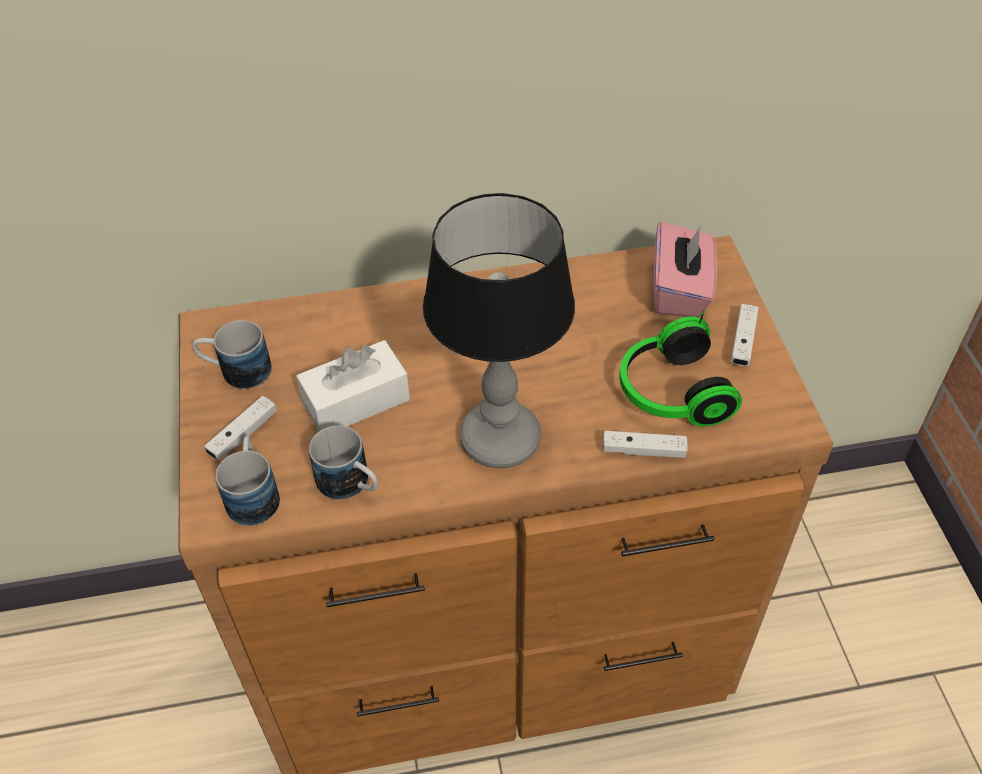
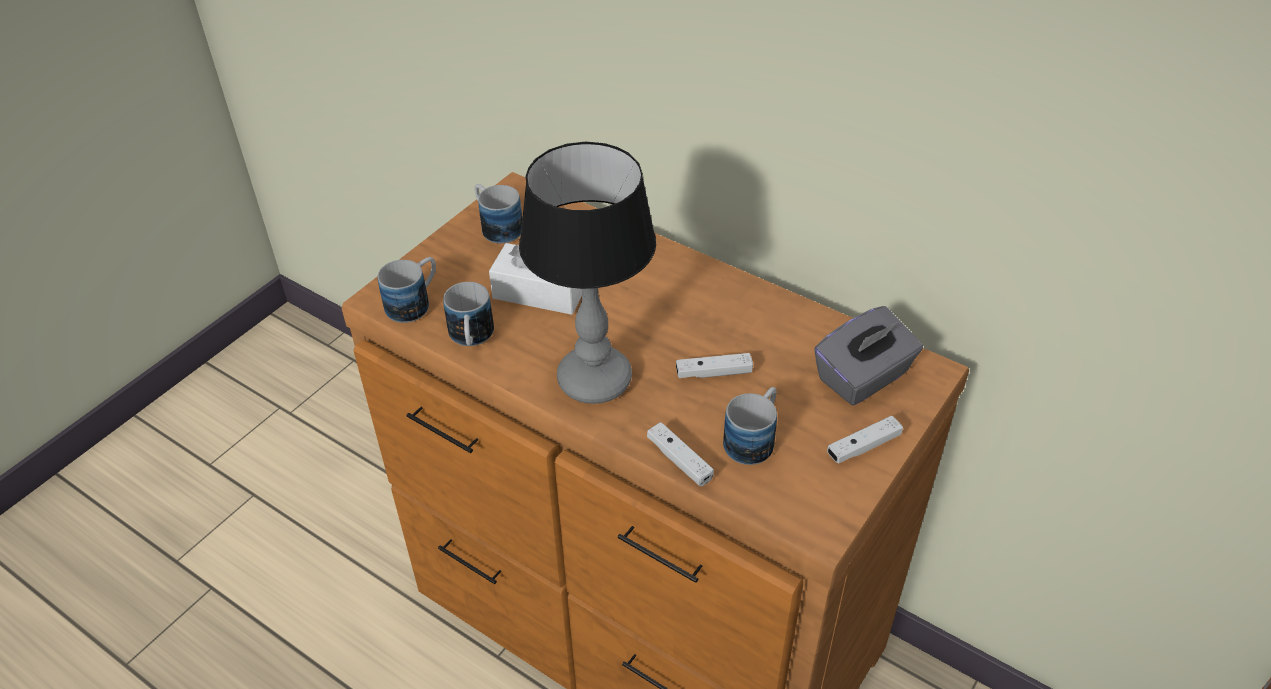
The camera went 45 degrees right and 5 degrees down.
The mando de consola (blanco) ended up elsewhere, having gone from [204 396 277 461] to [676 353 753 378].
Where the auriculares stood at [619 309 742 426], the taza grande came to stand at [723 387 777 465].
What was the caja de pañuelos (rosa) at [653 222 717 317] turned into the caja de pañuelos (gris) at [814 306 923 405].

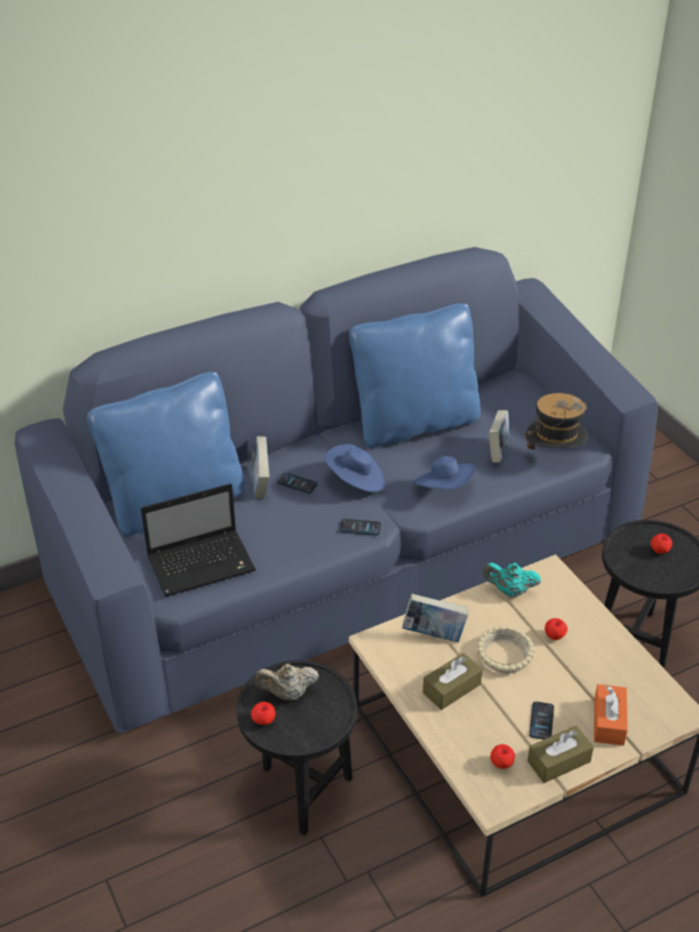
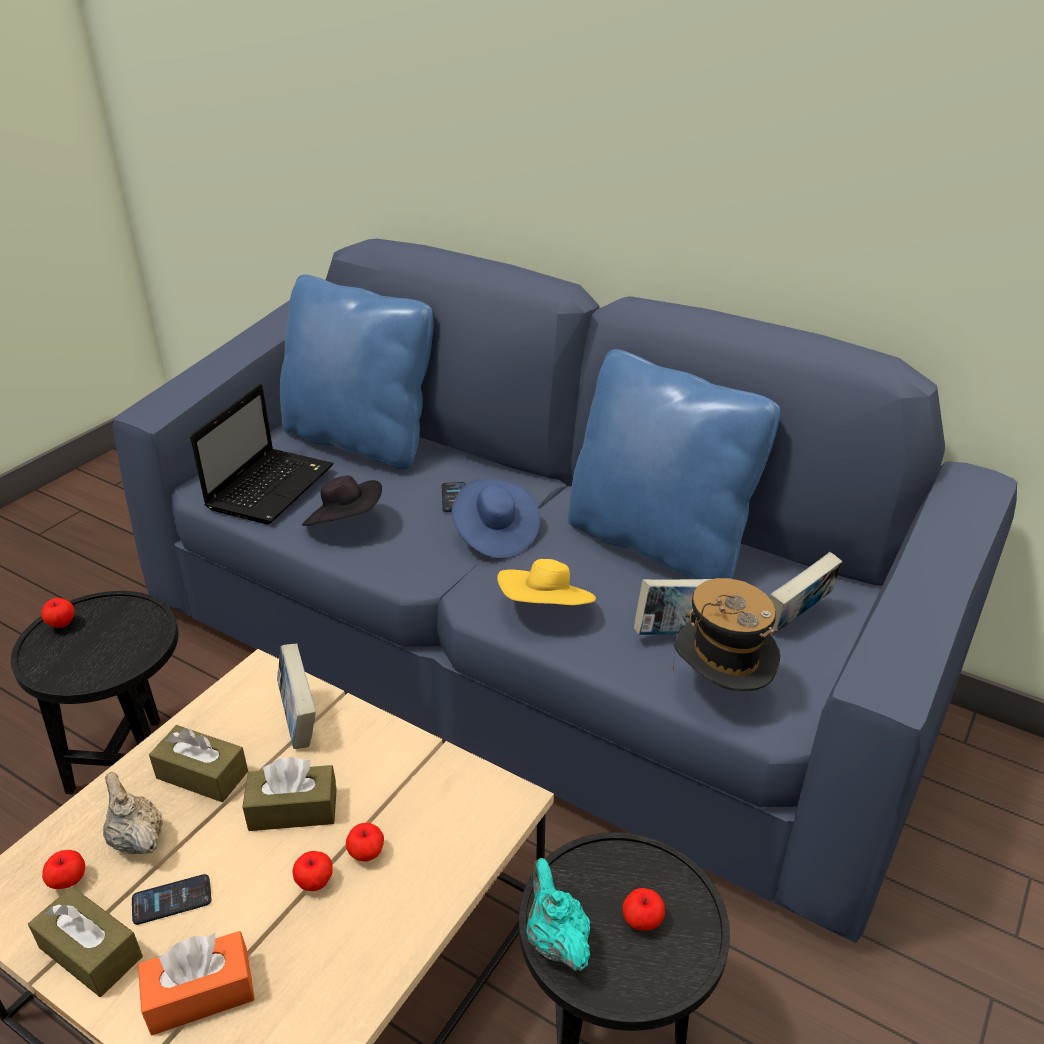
The camera went 60 degrees right and 5 degrees down.
The second view lost the móvil at [340 519 381 536].
The second view gained the manzana at [292 851 333 891].
The second view gained the sombrero (negro) at [302 476 382 526].
The libro ended up elsewhere, having gone from [252 436 270 499] to [770 552 843 634].
The tetera (beis) ended up elsewhere, having gone from [255 664 319 700] to [103 772 163 854].
The tetera (turquesa) ended up elsewhere, having gone from [483 563 541 597] to [526 858 590 971].
Where the cuenco (beis) stood at [477 627 535 673], the caja de pañuelos (marrón) came to stand at [242 757 337 831].
What was the sombrero (azul) at [413 456 476 489] turned into the sombrero (amarillo) at [497 559 596 605].
The portátil at [141 483 256 597] ended up facing another way, 105 degrees counterclockwise from before.

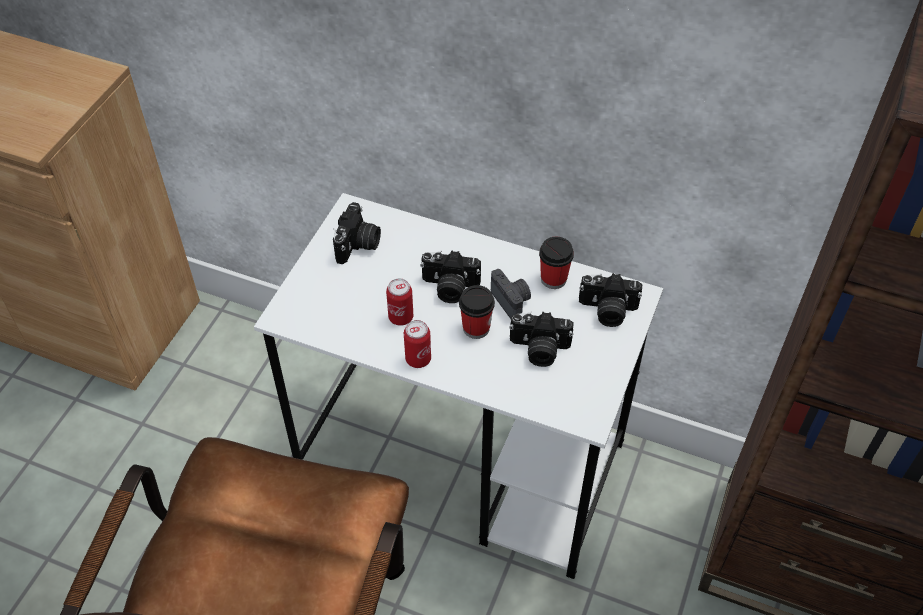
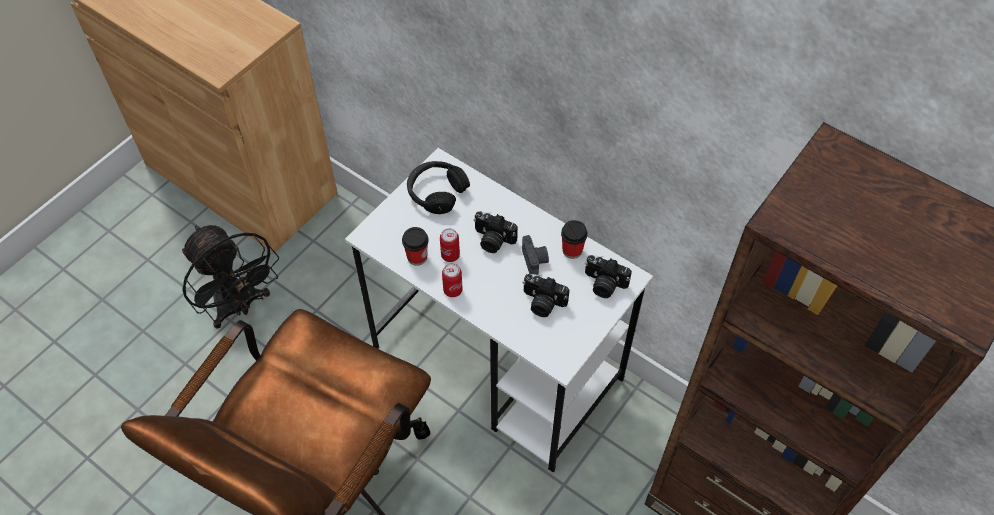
The camera went 15 degrees right and 5 degrees up.
The second view gained the ventilador (negro) at [182 225 279 329].
The taza ended up elsewhere, having gone from [459 285 495 339] to [402 227 429 266].
Where the cámara stood at [333 202 381 264], the auriculares (negro) came to stand at [407 161 470 214].

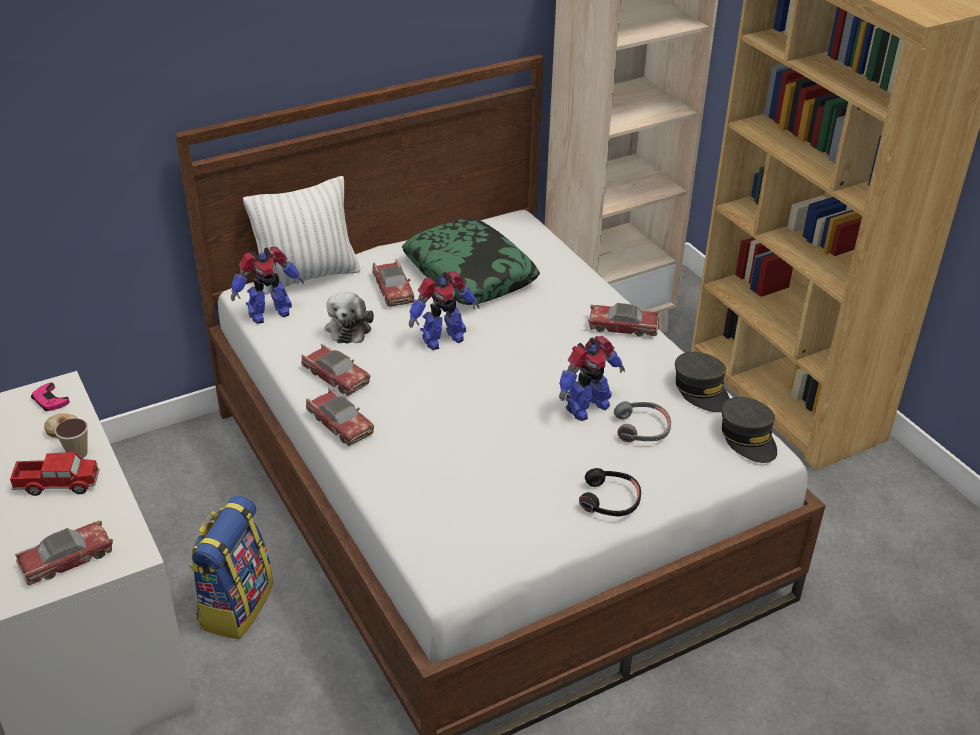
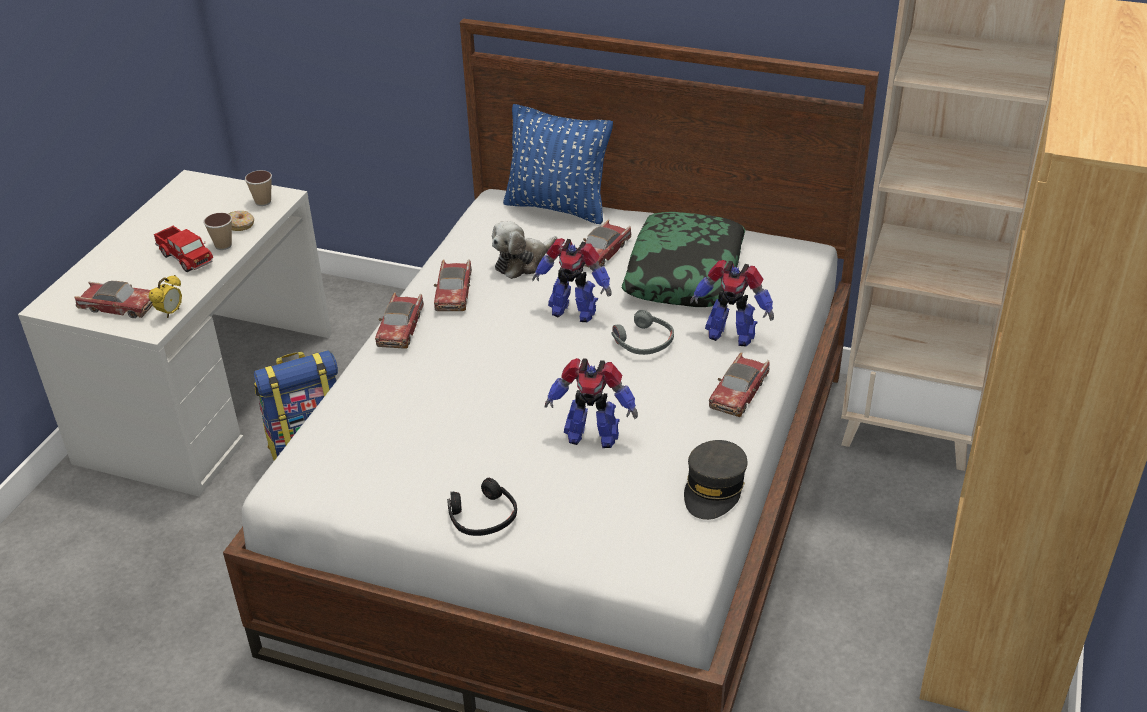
The camera went 50 degrees right and 0 degrees up.
The second view lost the gorra (gris) at [721 397 777 463].
The second view gained the despertador at [149 275 182 318].
The robot de juguete ended up elsewhere, having gone from [231 247 304 324] to [690 260 774 346].
The auriculares (gris) ended up elsewhere, having gone from [614 401 671 442] to [611 310 674 355].
Where the mando de consola (rosa) stood at [31 382 70 411], the taza came to stand at [245 170 272 206].
What was the cojín (blanco) at [243 176 361 295] turned into the cojín (azul) at [503 104 613 224].
The coche de juguete at [588 303 659 337] ended up facing another way, 120 degrees counterclockwise from before.

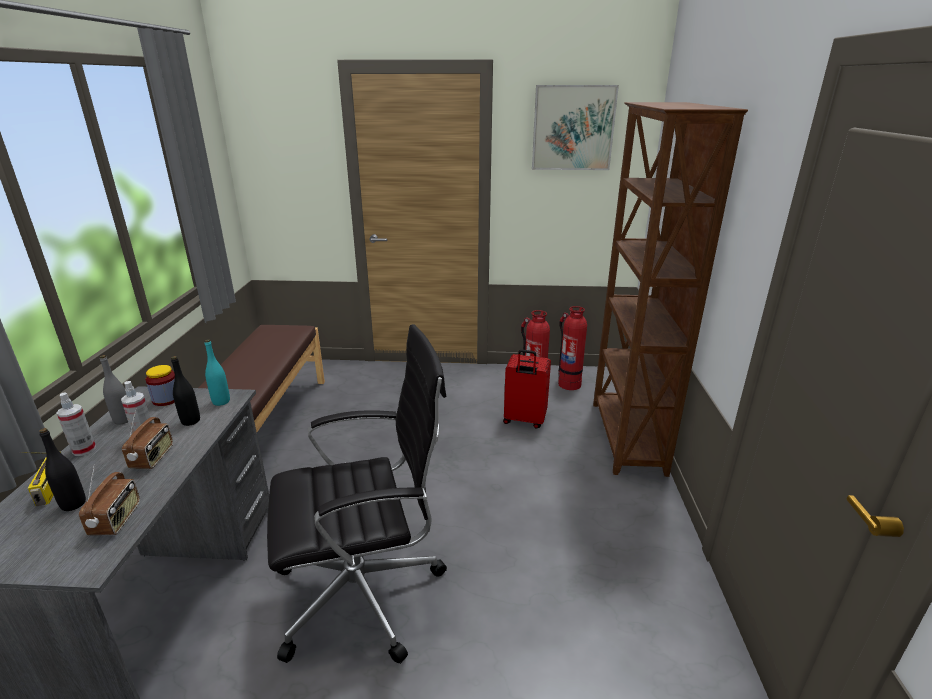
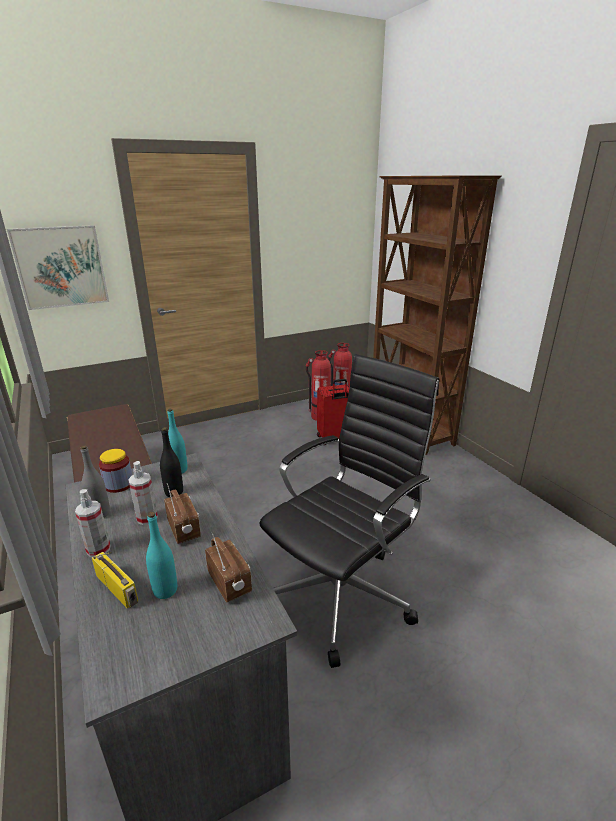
The camera went 30 degrees left and 0 degrees up.
The cuadro ended up elsewhere, having gone from [532 85 619 170] to [7 225 109 310].
What was the botella (negro) at [39 428 86 511] turned into the botella (turquesa) at [146 512 177 599].

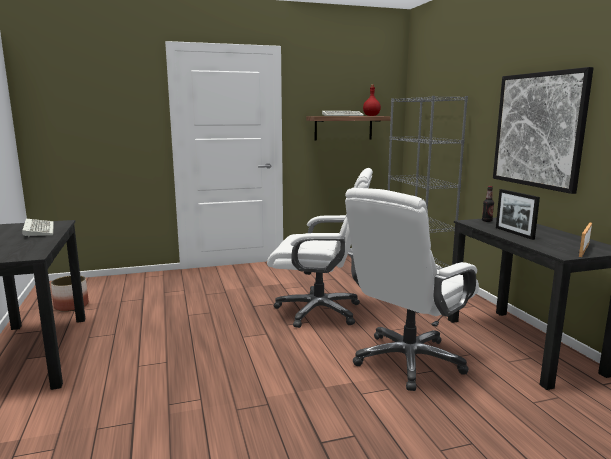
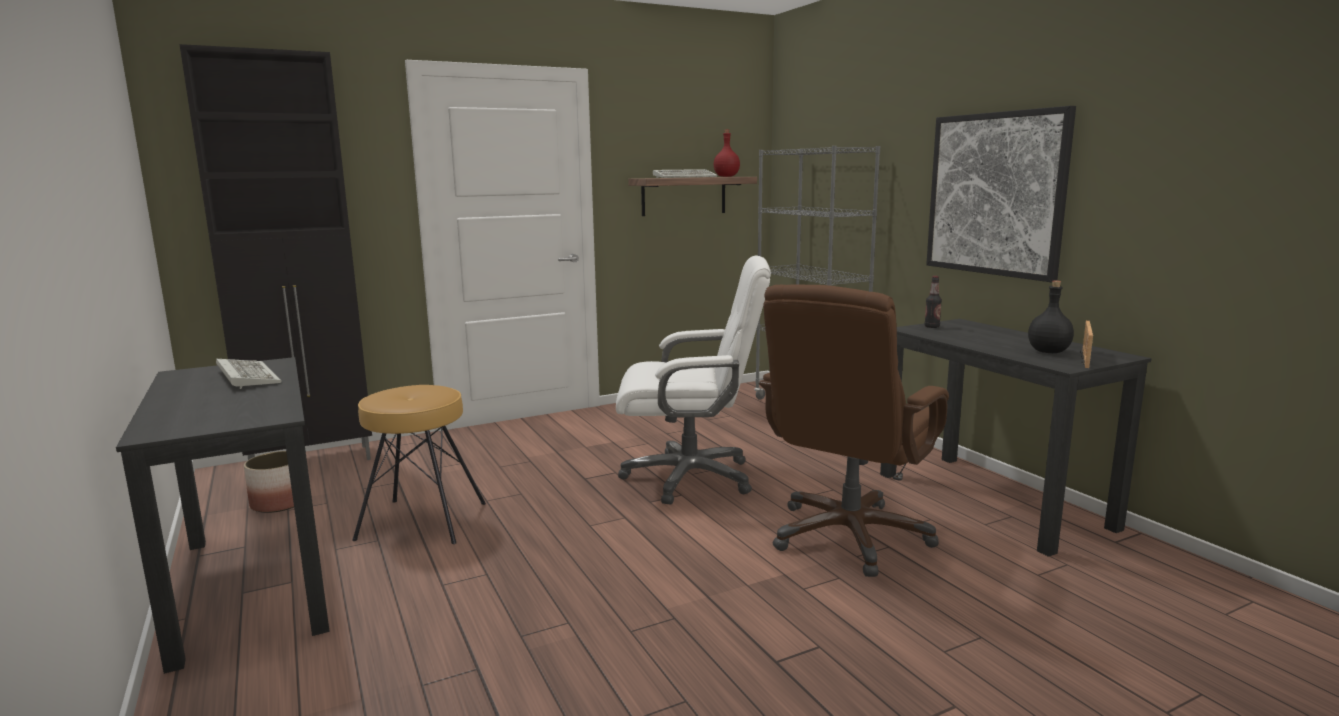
The camera went 10 degrees left and 0 degrees up.
The second view lost the portarretratos at [496 189 540 240].
The second view gained the armario (negro) at [179 44 372 460].
The second view gained the taburete (marrón) at [352 385 486 544].
The second view gained the botella (negro) at [1028 281 1074 353].
What was the silla de oficina (blanco) at [345 188 479 391] turned into the silla de oficina (marrón) at [759 285 949 577].

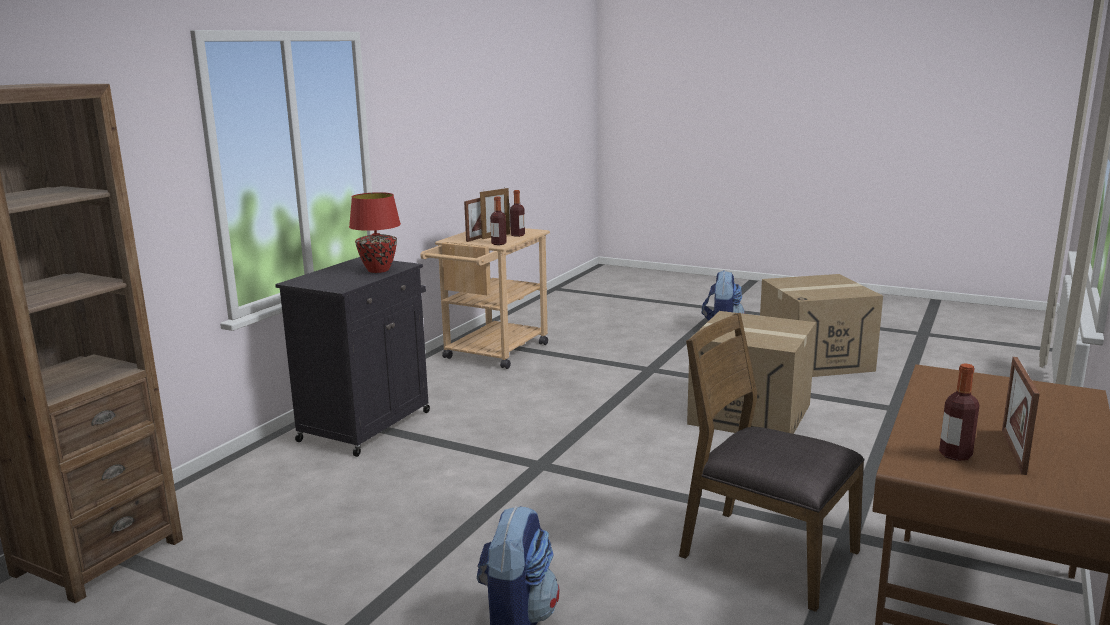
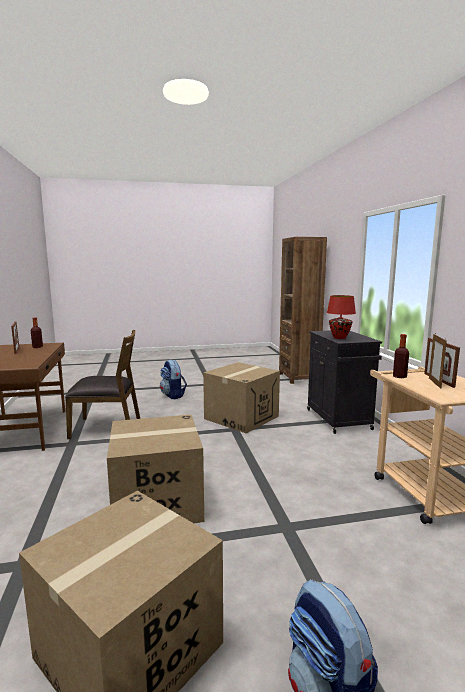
The camera went 140 degrees right and 5 degrees down.
The second view lost the botella at [510 190 525 237].
The second view gained the caja de cartón at [203 362 280 434].

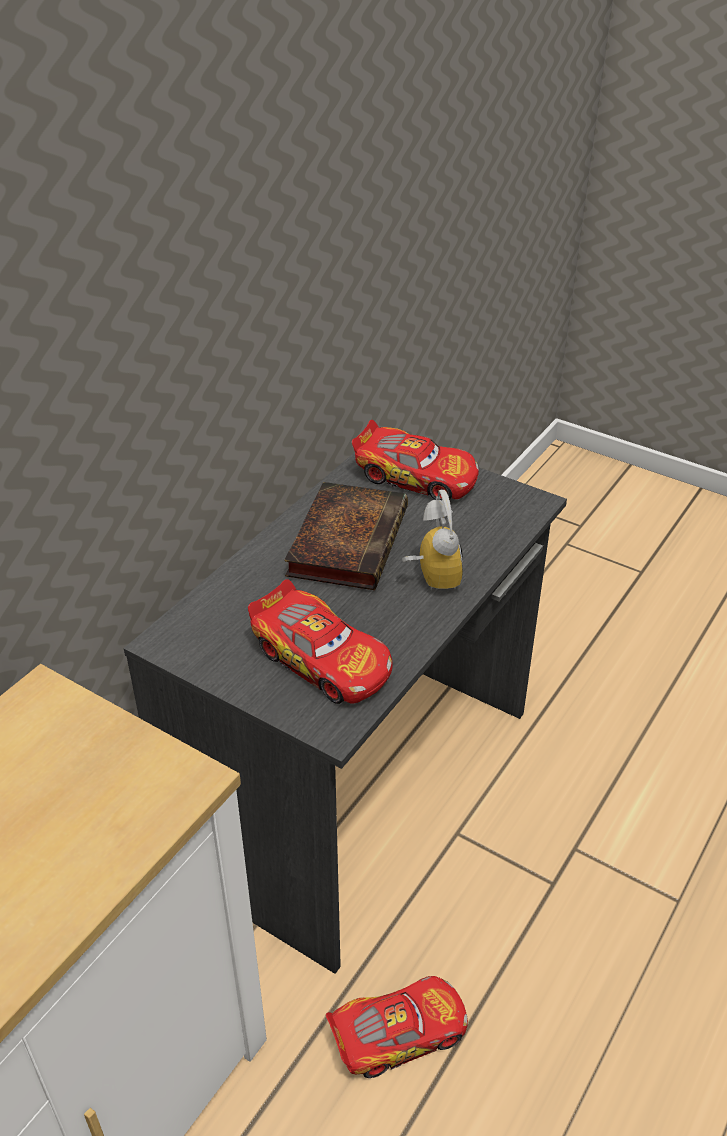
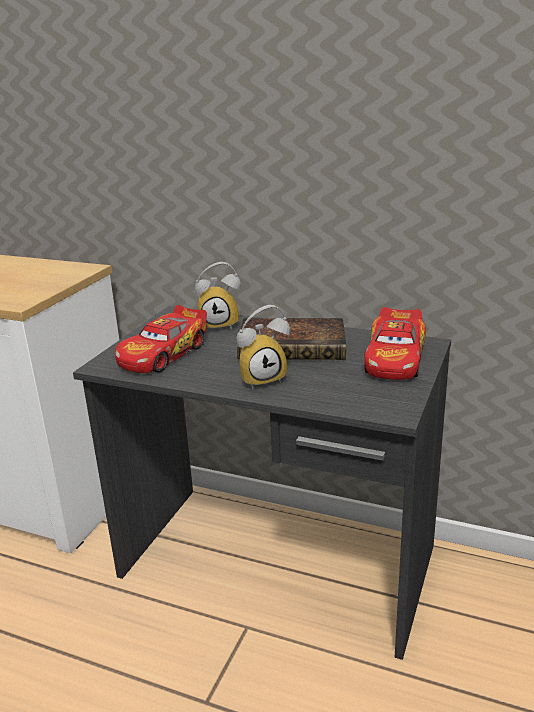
The camera went 80 degrees right and 15 degrees down.
The second view lost the coche de juguete at [326 976 468 1078].
The second view gained the despertador at [195 262 241 331].

